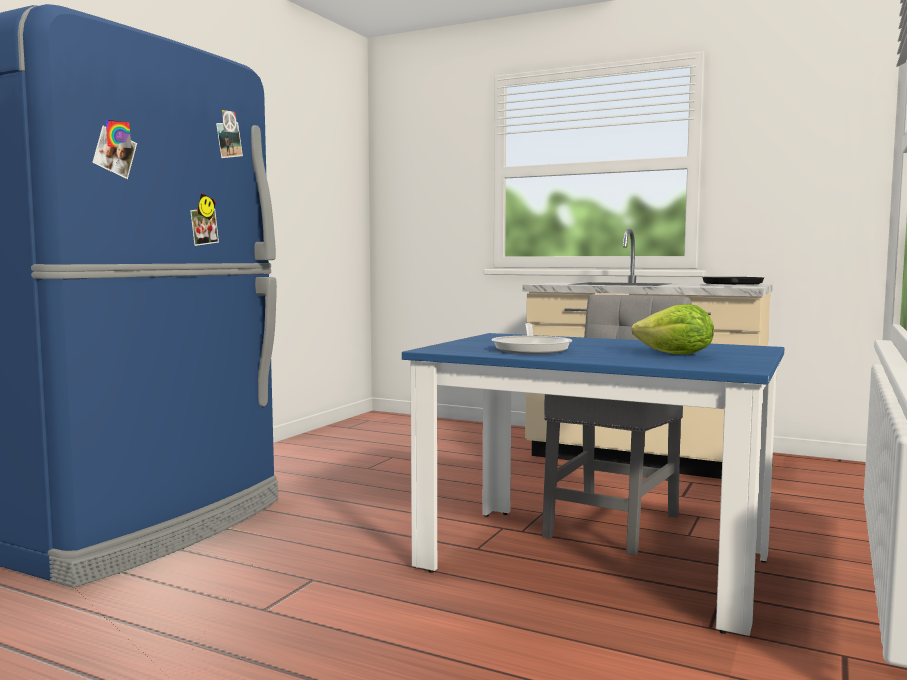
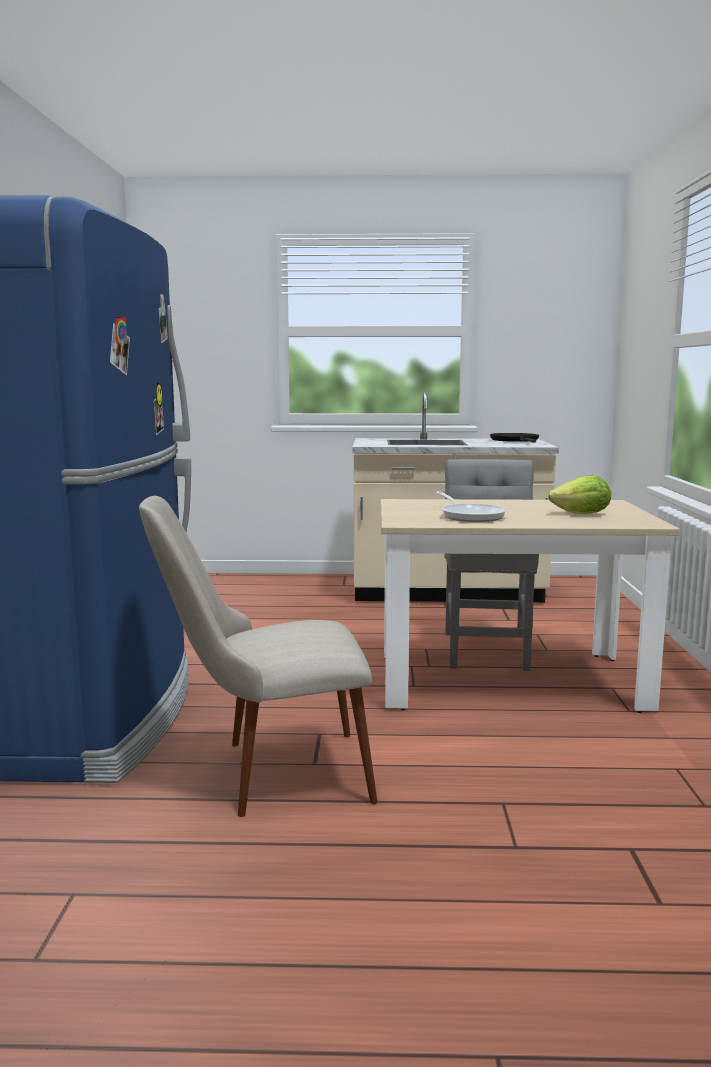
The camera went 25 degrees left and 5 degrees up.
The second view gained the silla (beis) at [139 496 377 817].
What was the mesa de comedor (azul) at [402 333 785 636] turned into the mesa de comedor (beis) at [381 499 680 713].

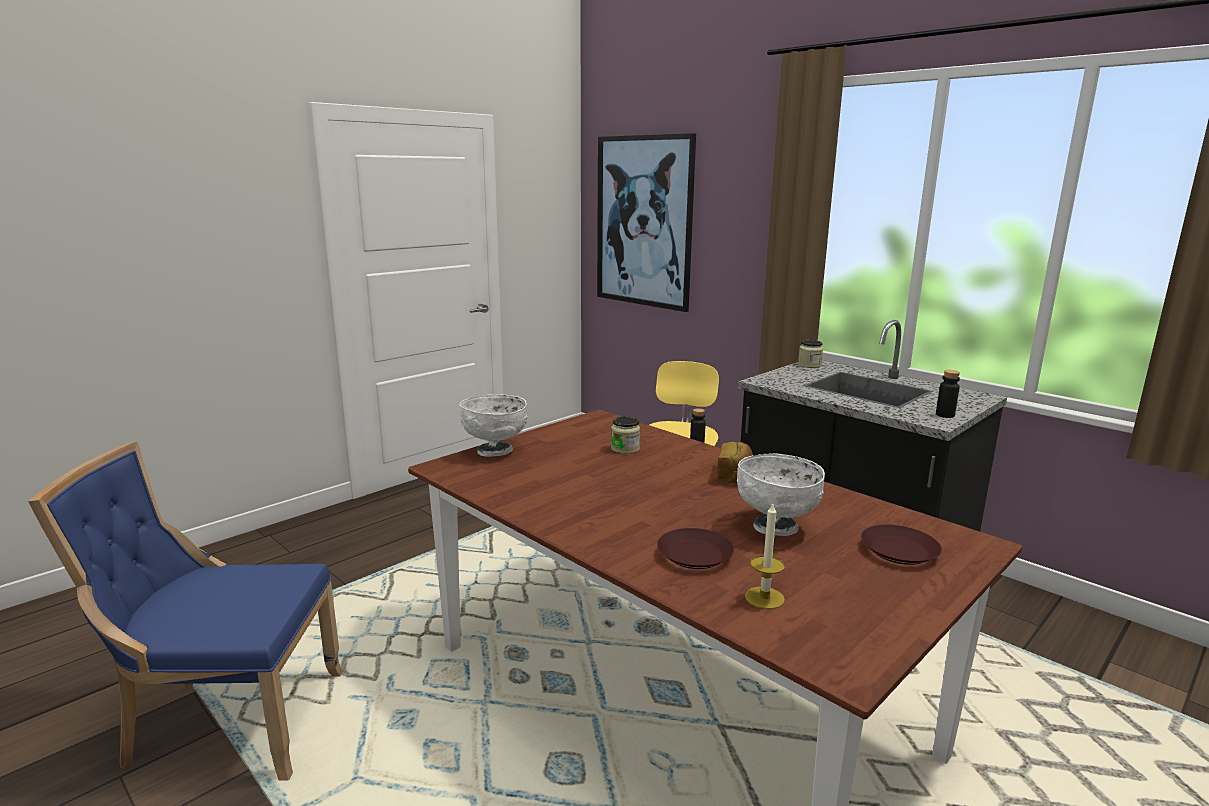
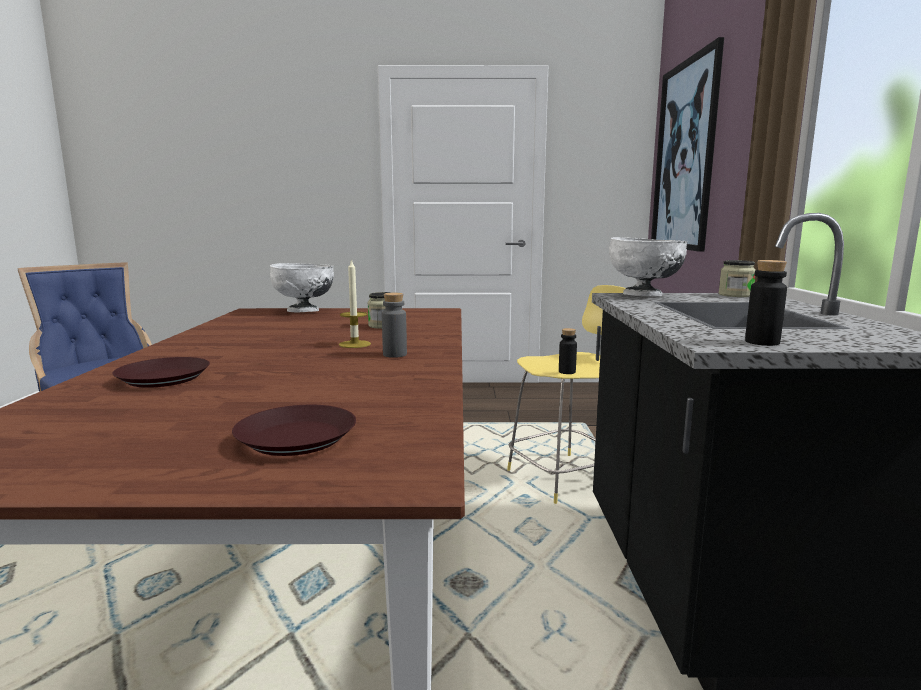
The camera went 45 degrees right and 5 degrees down.
The cuenco (blanco) ended up elsewhere, having gone from [737 453 825 536] to [609 237 688 296].
The vela ended up elsewhere, having gone from [745 504 785 609] to [339 259 371 348].
Where the pan stood at [717 442 753 483], the botella (gris) came to stand at [382 293 407 358].

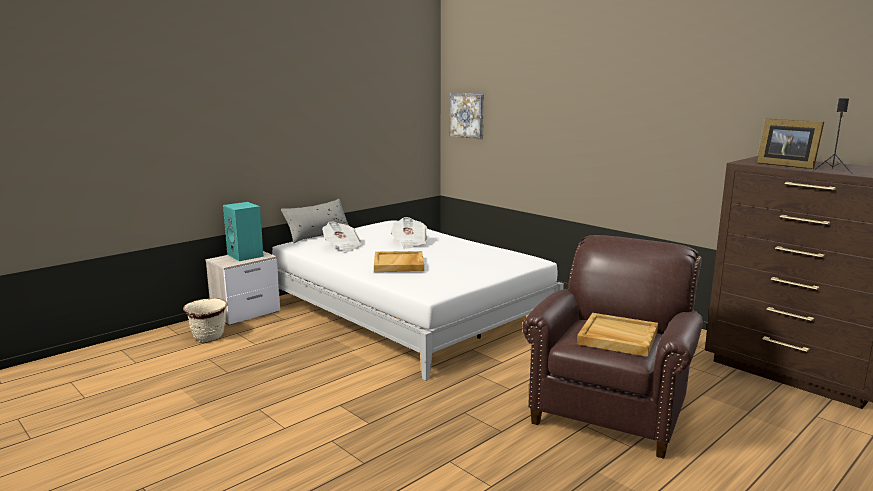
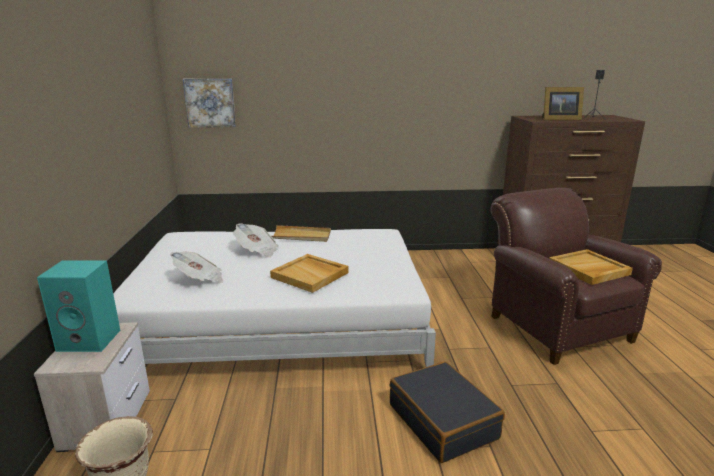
The camera went 50 degrees left and 5 degrees up.
The second view lost the cojín (gris) at [281 199 349 243].
The second view gained the bandeja (beis) at [271 225 331 242].
The second view gained the maleta (negro) at [390 361 505 463].

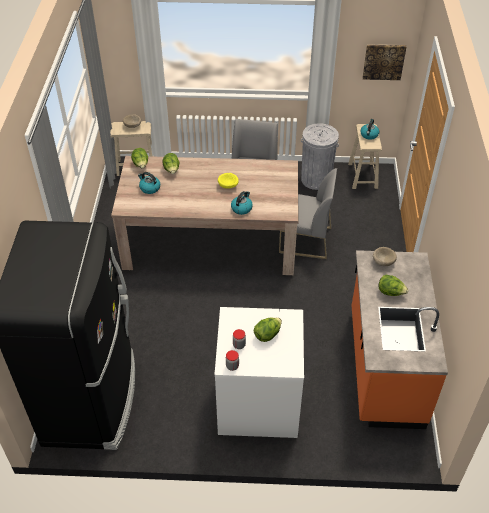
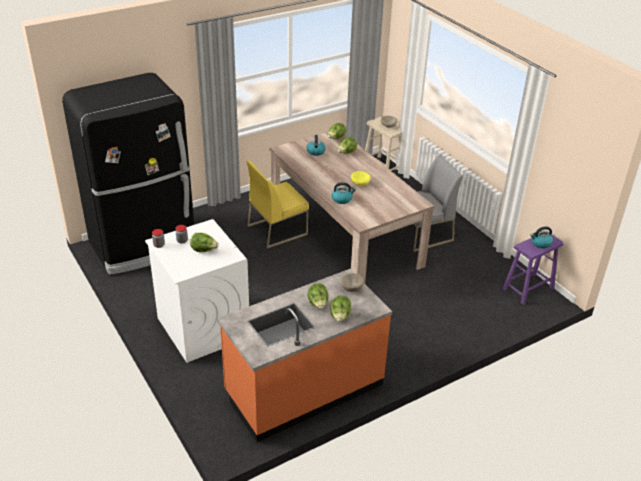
The camera went 55 degrees right and 10 degrees down.
The second view lost the silla (gris) at [279 168 337 259].
The second view lost the papelera (gris) at [301 123 339 190].
The second view lost the cuadro at [363 44 406 80].
The second view gained the silla (amarillo) at [247 161 309 249].
The second view gained the lechuga at [330 295 351 322].
What was the taburete (beis) at [348 124 382 189] turned into the taburete (morado) at [503 231 564 305].

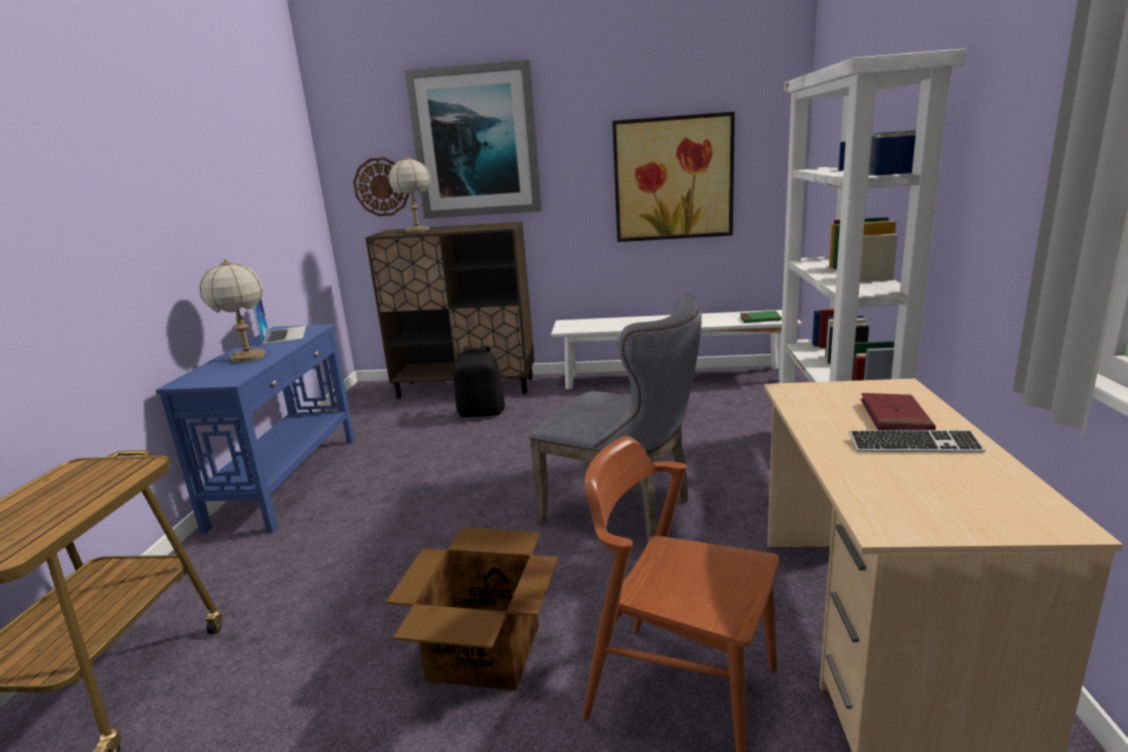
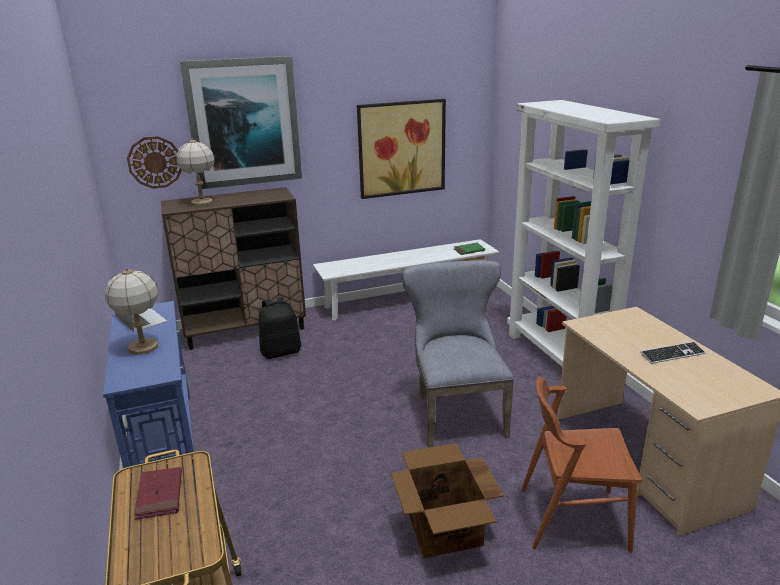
The camera went 25 degrees left and 5 degrees up.
The libro (rojo) ended up elsewhere, having gone from [860 393 936 430] to [134 467 182 520].
The silla (gris) at [530 293 702 541] ended up facing another way, 105 degrees counterclockwise from before.

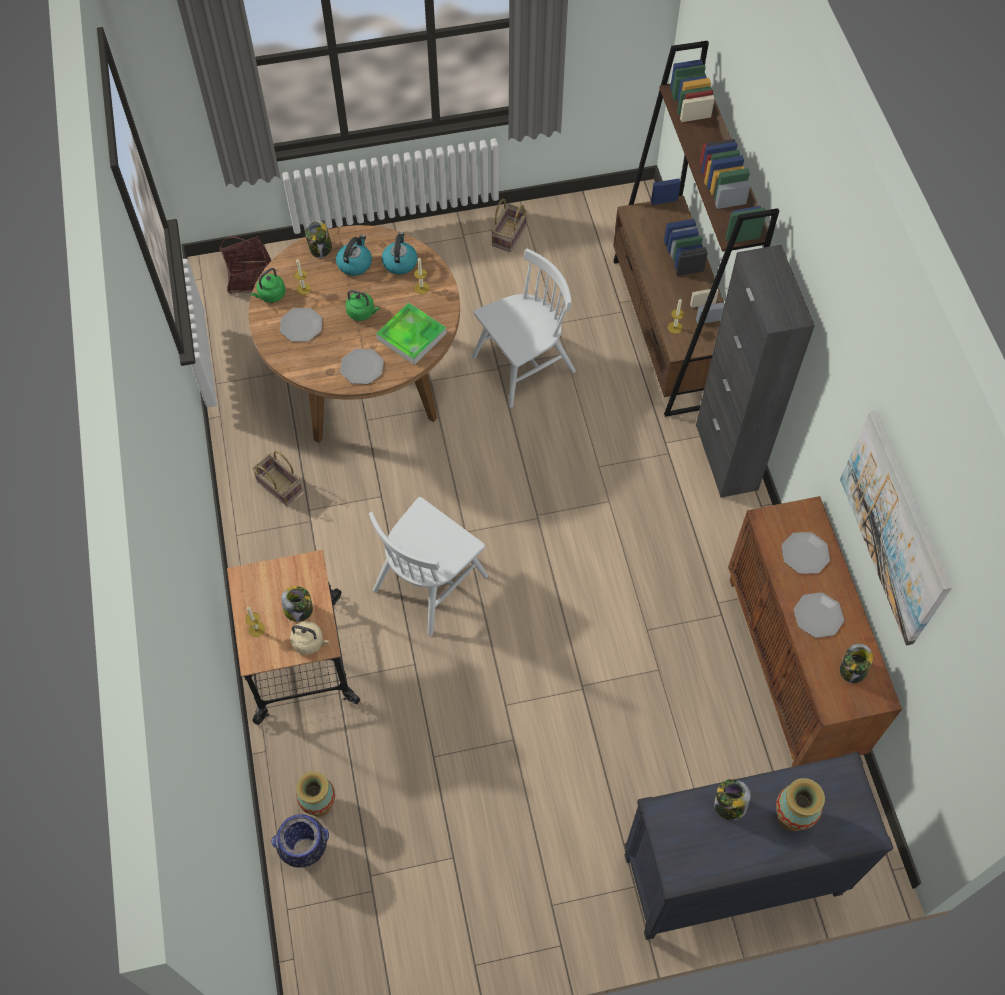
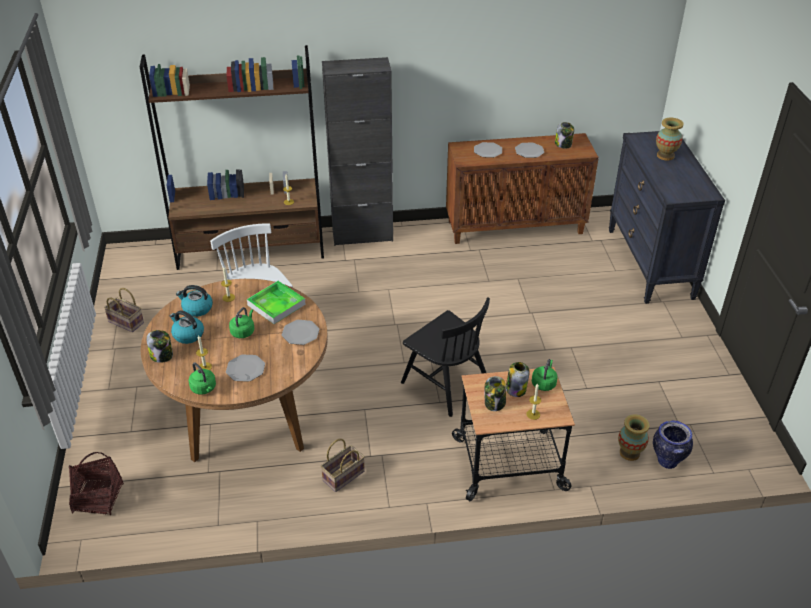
The camera went 85 degrees left and 20 degrees down.
The second view lost the cuadro at [840 411 952 645].
The tarro ended up elsewhere, having gone from [714 779 751 820] to [485 376 506 411].
What was the hervidor (beis) at [290 621 329 655] turned into the hervidor (verde) at [532 359 558 391].
What was the silla (blanco) at [369 497 488 636] turned into the silla (negro) at [401 297 490 417].

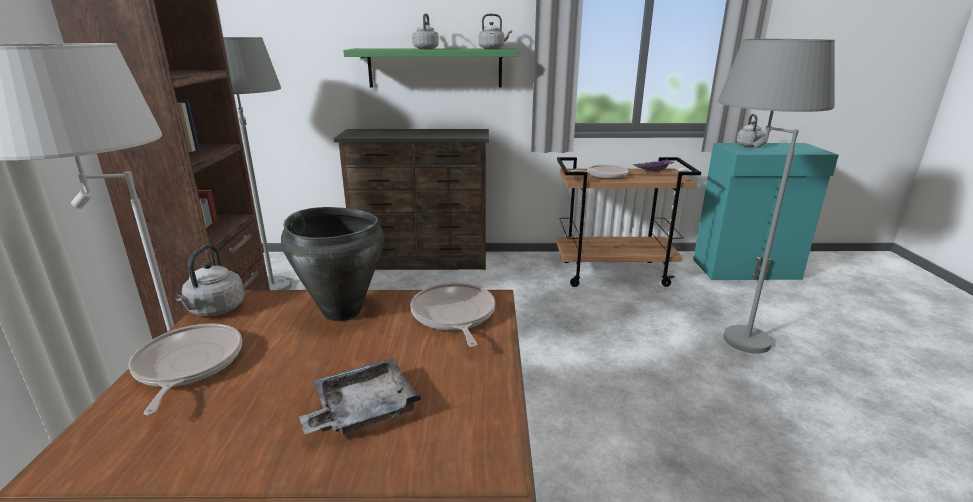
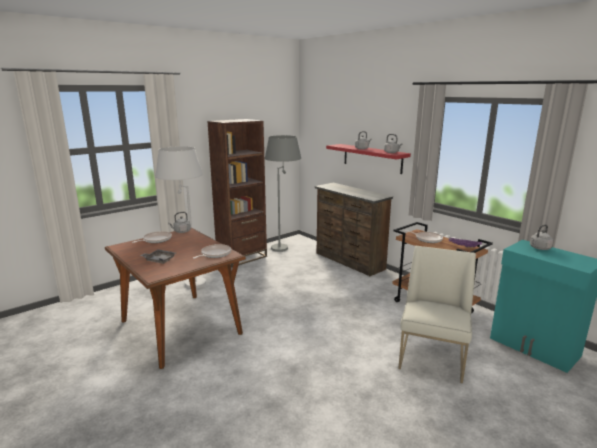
The camera went 50 degrees right and 5 degrees down.
The second view lost the olla (negro) at [281 207 384 321].
Where the lámpara de pie (gris) stood at [718 39 835 353], the silla (blanco) came to stand at [398 246 476 383].
What was the estante (verde) at [343 49 518 88] turned into the estante (rojo) at [326 144 411 174].

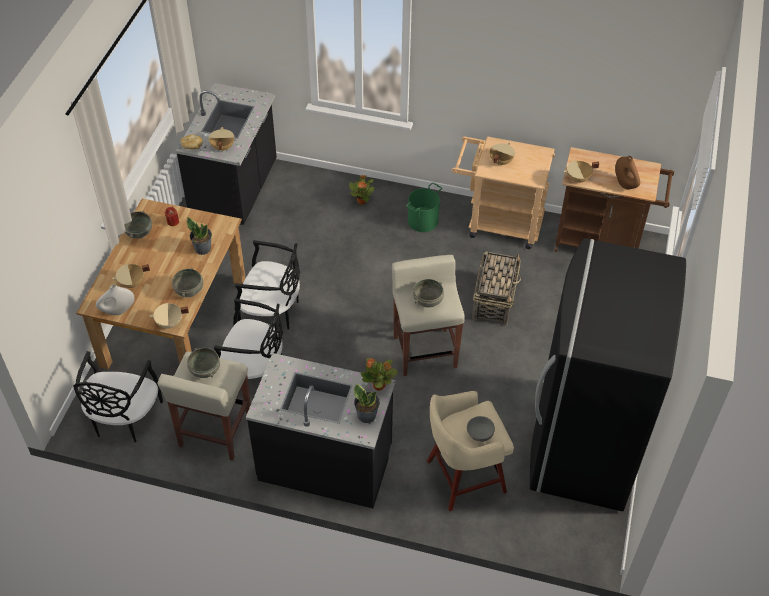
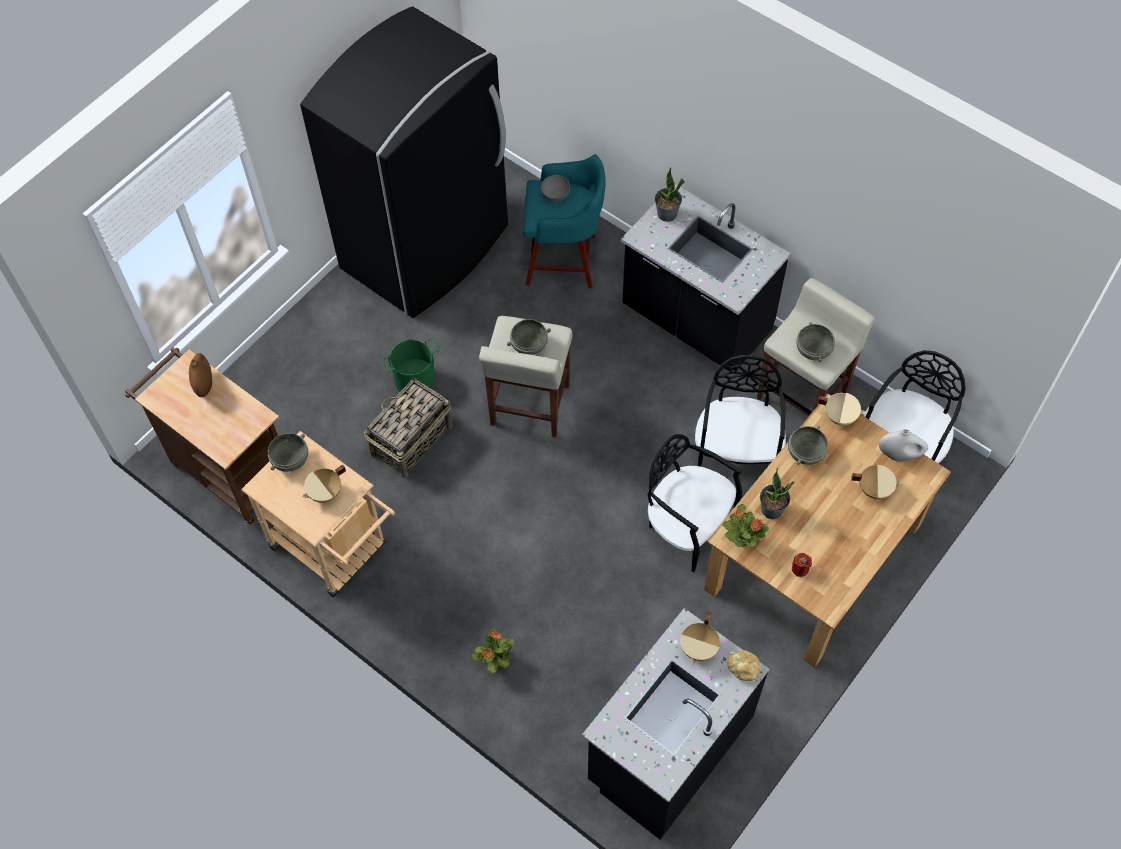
The camera went 155 degrees left and 10 degrees up.
The second view lost the olla (beis) at [564 161 599 183].
The cuenco (gris) ended up elsewhere, having gone from [124 211 152 238] to [268 433 308 472].
The planta en maceta ended up elsewhere, having gone from [361 358 398 391] to [722 504 769 547].
The cubo (verde) ended up elsewhere, having gone from [406 183 442 232] to [380 338 440 393].
What was the taburete (beis) at [427 391 514 511] turned into the taburete (turquesa) at [523 154 606 288].
The silla (negro) at [214 298 283 379] ended up facing another way, 60 degrees clockwise from before.

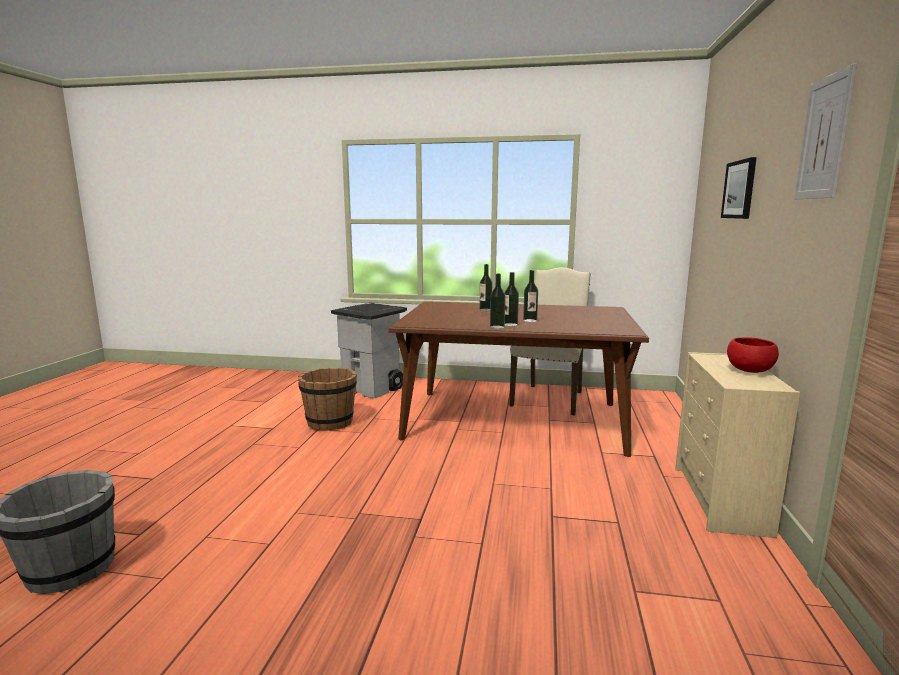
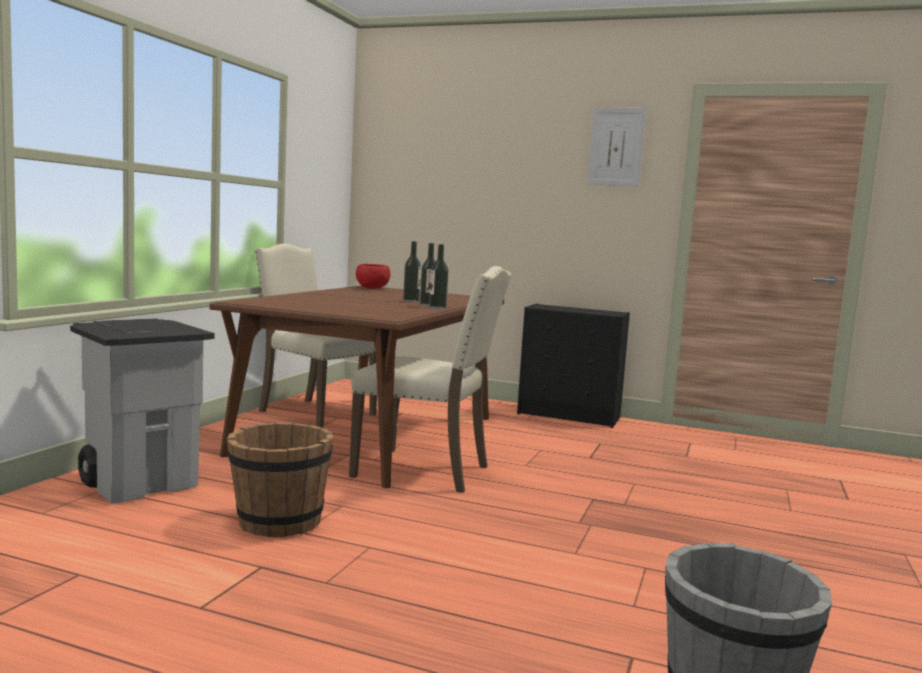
The camera went 80 degrees left and 5 degrees down.
The second view lost the botella at [480 264 492 311].
The second view lost the cuadro at [721 157 757 219].
The second view gained the silla (beis) at [349 266 512 493].
The cuenco (rojo) ended up elsewhere, having gone from [727 337 779 373] to [356 264 390 289].
What was the cómoda (beis) at [675 352 800 538] turned into the cómoda (negro) at [517 304 630 428].

